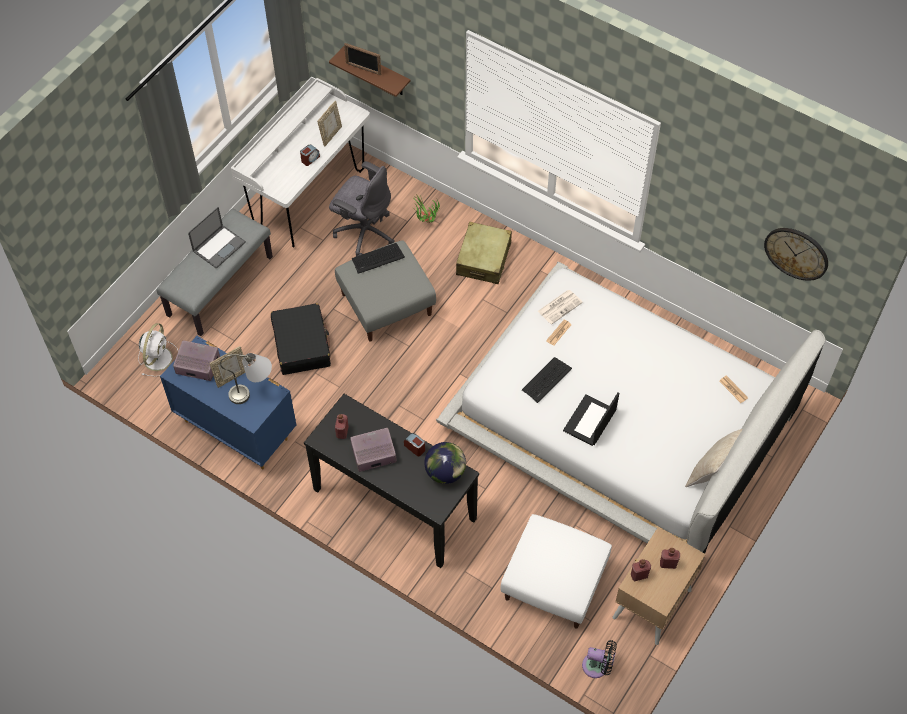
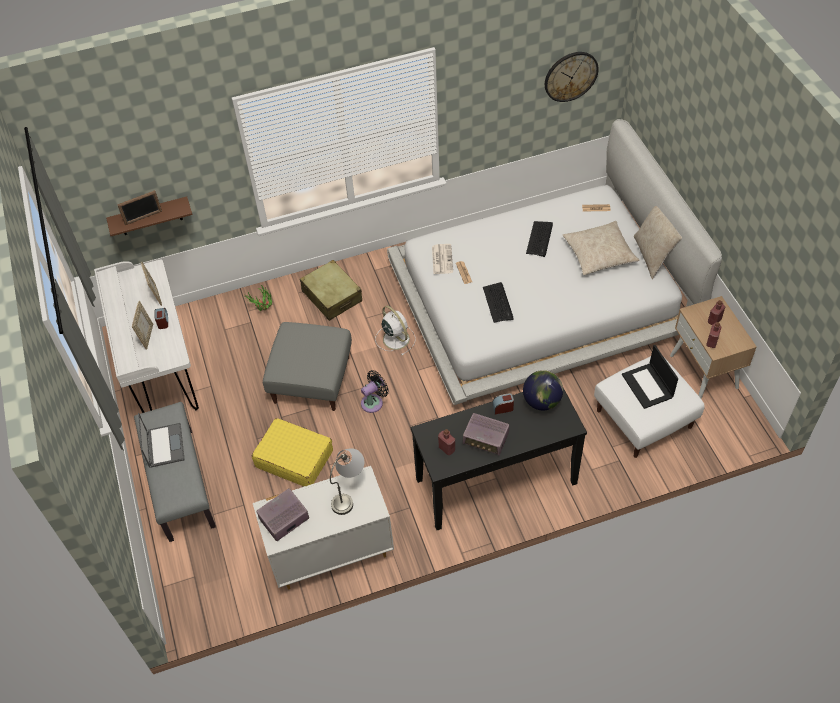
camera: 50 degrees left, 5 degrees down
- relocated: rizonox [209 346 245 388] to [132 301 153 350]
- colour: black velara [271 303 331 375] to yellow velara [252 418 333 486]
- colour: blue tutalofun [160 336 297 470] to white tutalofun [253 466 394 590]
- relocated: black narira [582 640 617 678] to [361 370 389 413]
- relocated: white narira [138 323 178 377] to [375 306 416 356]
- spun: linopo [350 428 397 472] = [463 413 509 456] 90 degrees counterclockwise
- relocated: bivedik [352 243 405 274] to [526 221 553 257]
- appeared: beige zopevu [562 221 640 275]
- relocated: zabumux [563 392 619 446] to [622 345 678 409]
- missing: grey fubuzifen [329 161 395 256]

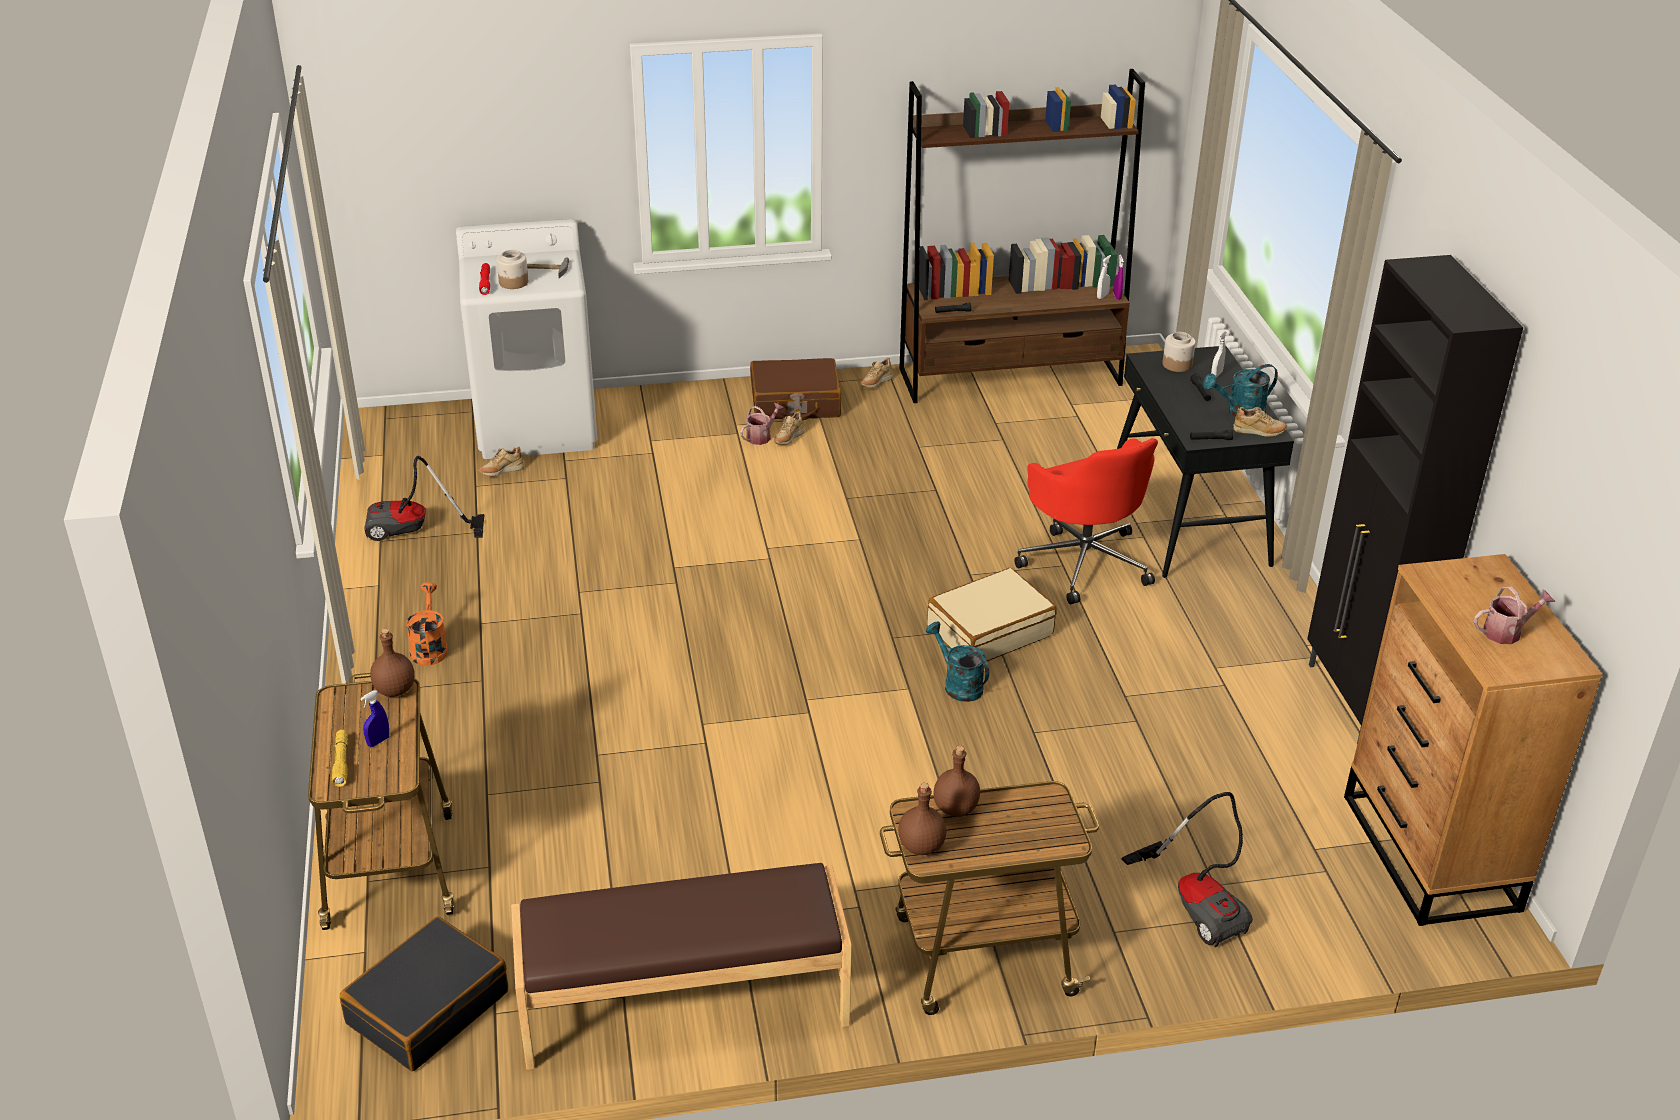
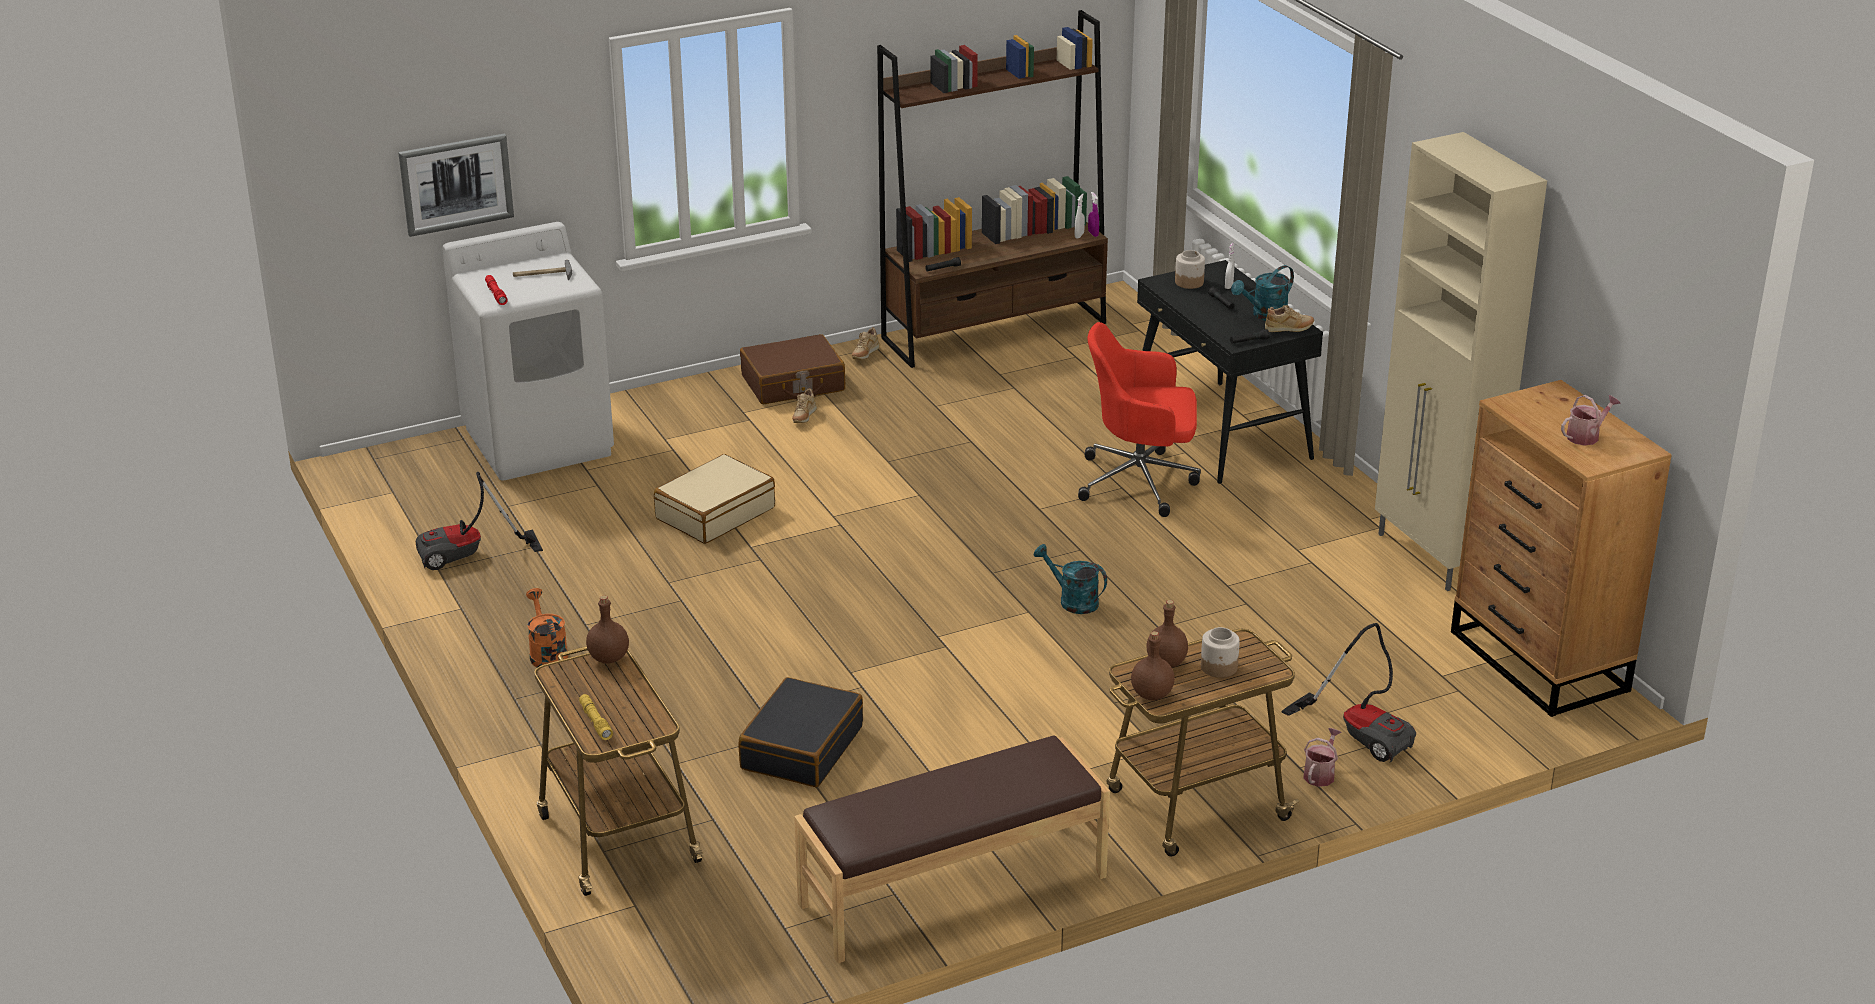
camera: 15 degrees left, 5 degrees down
- appeared: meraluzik [398 134 514 237]
- relocated: beige velara [927 568 1057 661] to [654 454 775 544]
- relocated: black velara [340 916 508 1071] to [738 677 863 787]
- spun: red fubuzifen [1014 438 1158 604] = [1078 322 1201 517] 135 degrees clockwise
- relocated: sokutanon [497 250 528 289] to [1201 627 1240 678]
- relocated: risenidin [740 403 783 445] to [1303 728 1341 787]
- colour: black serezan [1307 255 1523 743] to beige serezan [1375 132 1547 591]
- missing: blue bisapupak [361 691 389 747]
- missing: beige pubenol [479 446 524 476]

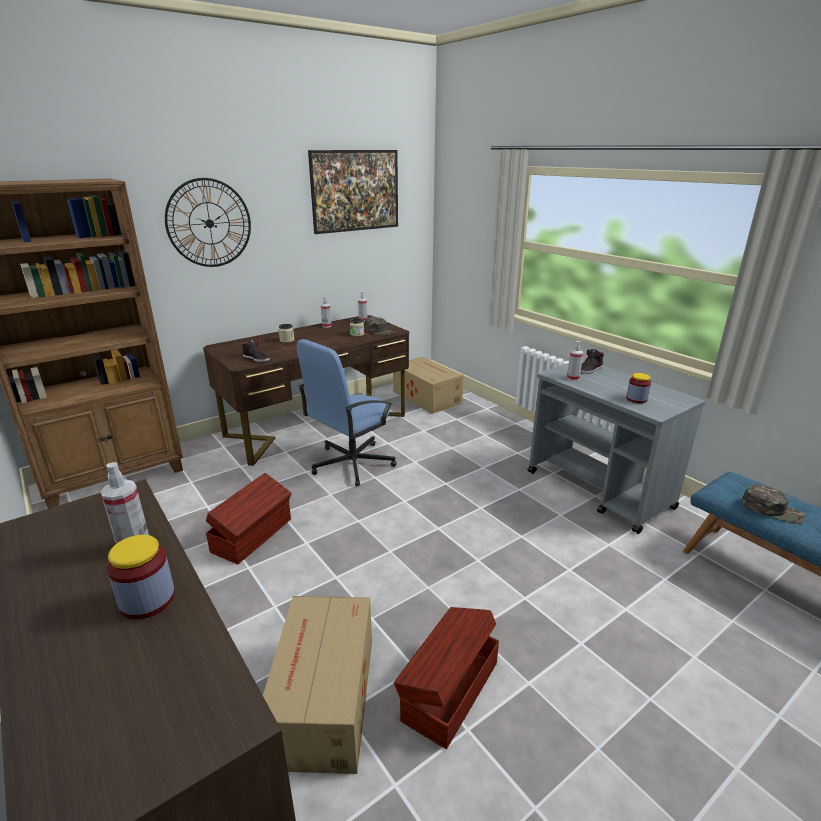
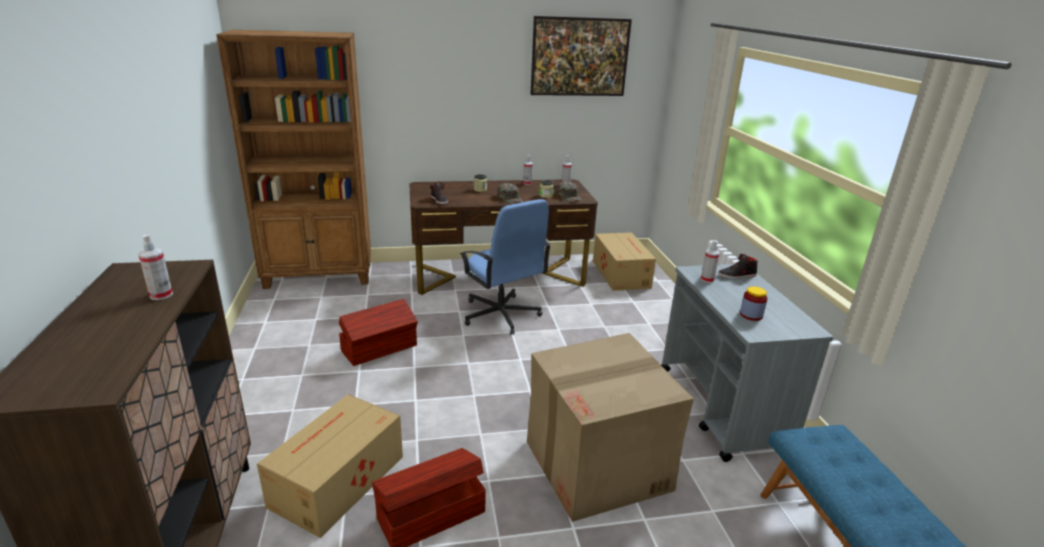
camera: 25 degrees right, 0 degrees up
- spun: blue fubuzifen [297 339 397 486] = [460 199 551 335] 105 degrees counterclockwise
- relocated: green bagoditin [742 485 806 524] to [497 183 524 204]
- appeared: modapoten [527 333 694 522]
- missing: sokutanon [107 535 175 619]
- missing: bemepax [165 178 251 267]

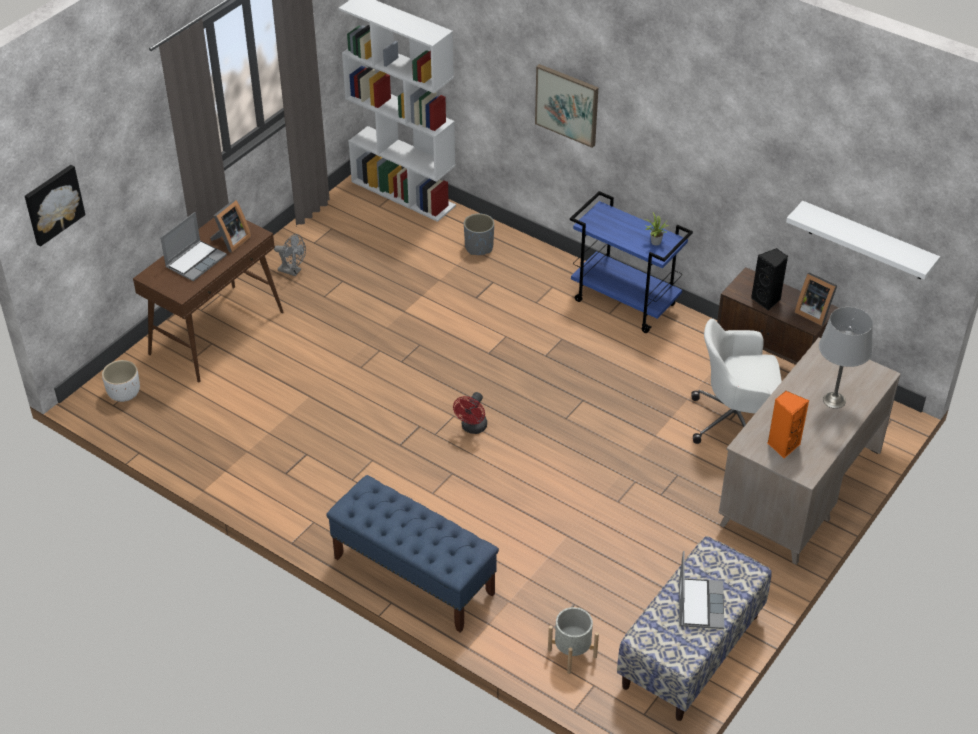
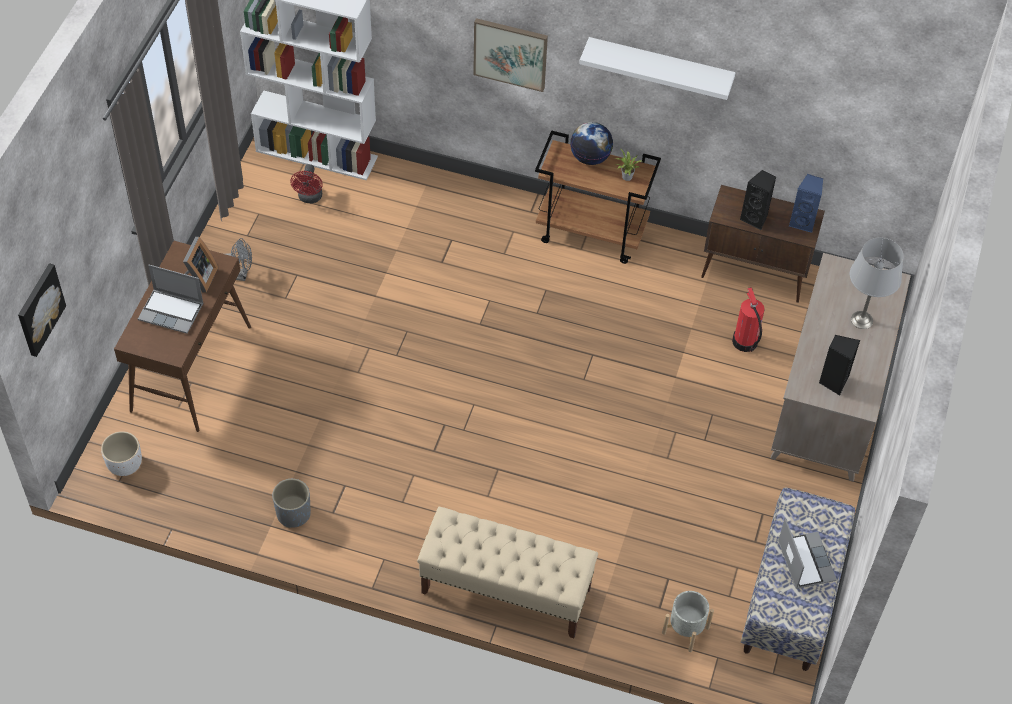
camera: 20 degrees left, 10 degrees up
- spun: zabumux [160 212 227 281] = [138 265 203 334] 90 degrees clockwise
- relocated: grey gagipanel [464 213 494 255] to [272 479 311 528]
- relocated: red narira [453 392 487 434] to [290 164 323 203]
- colour: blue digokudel [326 475 499 633] to beige digokudel [417 507 598 638]
- colour: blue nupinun [570 191 693 333] to brown nupinun [535 130 661 264]
- appeared: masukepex [570 122 613 165]
- relocated: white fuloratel [786 201 940 280] to [579 37 736 100]
- exchanged: white fubuzifen [691 319 782 444] to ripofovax [732 287 765 352]
- exchanged: rizonox [794 272 837 326] to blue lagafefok [789 174 823 233]
- colour: orange lagafefok [768 391 809 459] to black lagafefok [819 335 860 396]

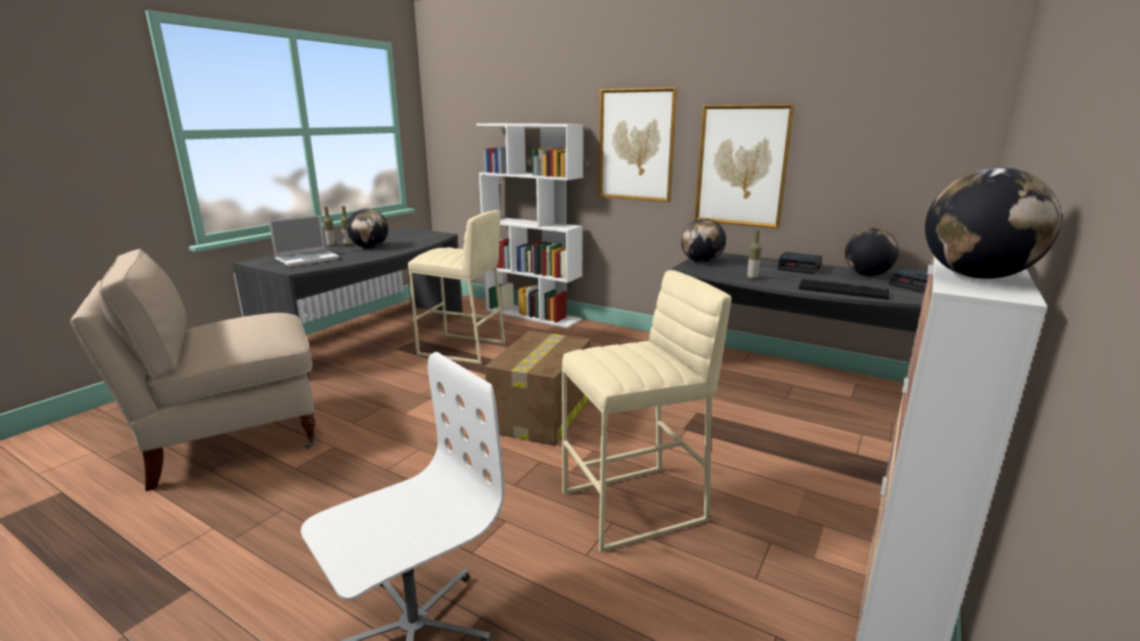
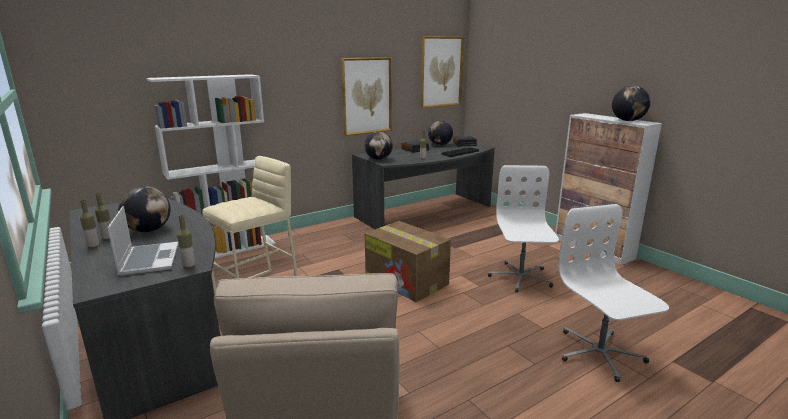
camera: 65 degrees left, 0 degrees up
- appeared: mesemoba [177 215 195 268]
- relocated: meraluzik [598 87 677 202] to [421 36 464 108]
- exchanged: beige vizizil [562 270 731 553] to white fubuzifen [488 165 559 292]

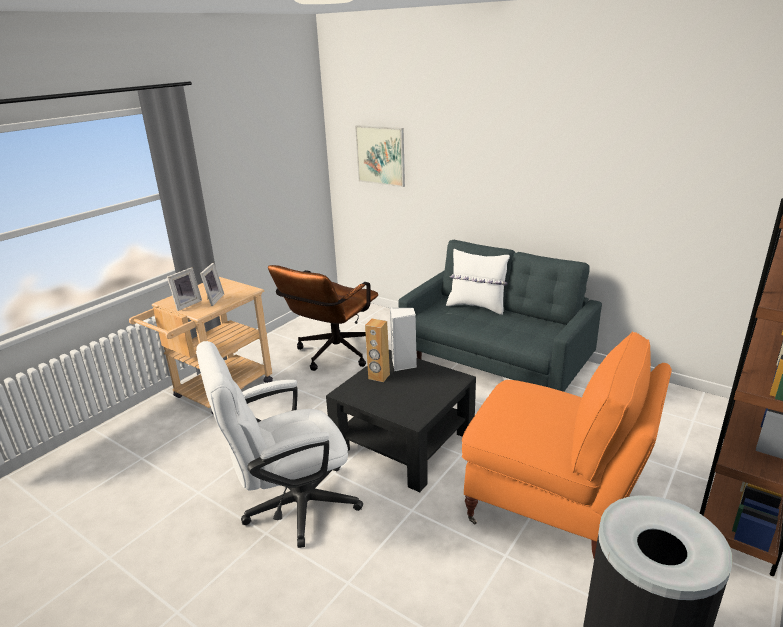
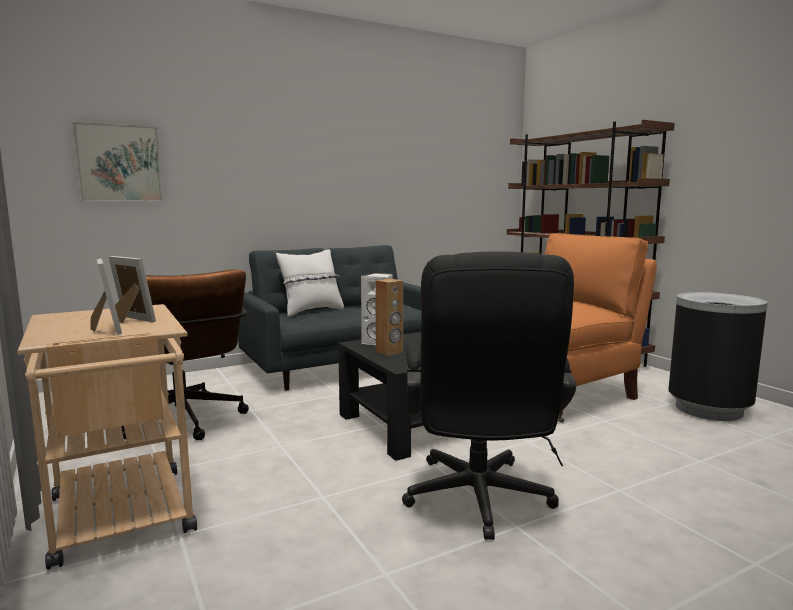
camera: 65 degrees left, 15 degrees down
- colour: white fubuzifen [196 341 363 548] to black fubuzifen [402 251 576 540]

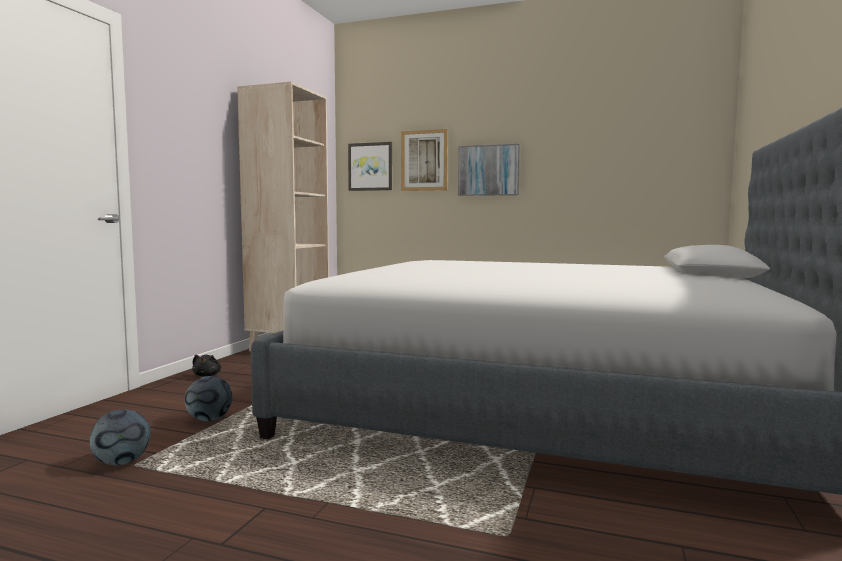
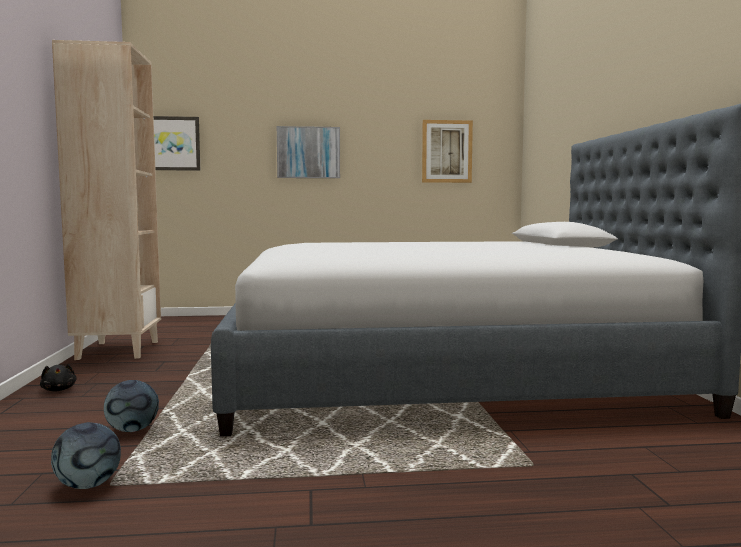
camera: 25 degrees left, 0 degrees up
- relocated: meraluzik [401 129 448 191] to [422 120 473 183]

